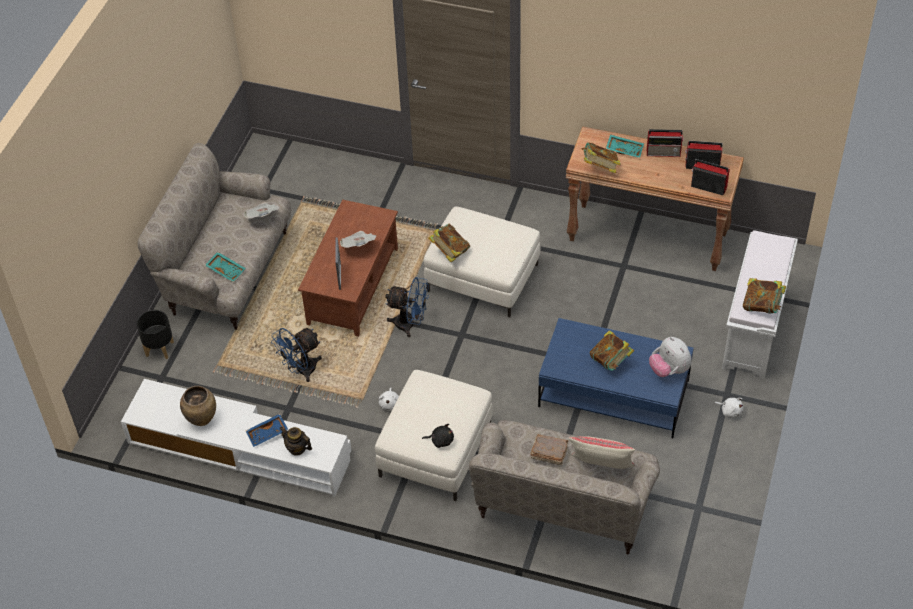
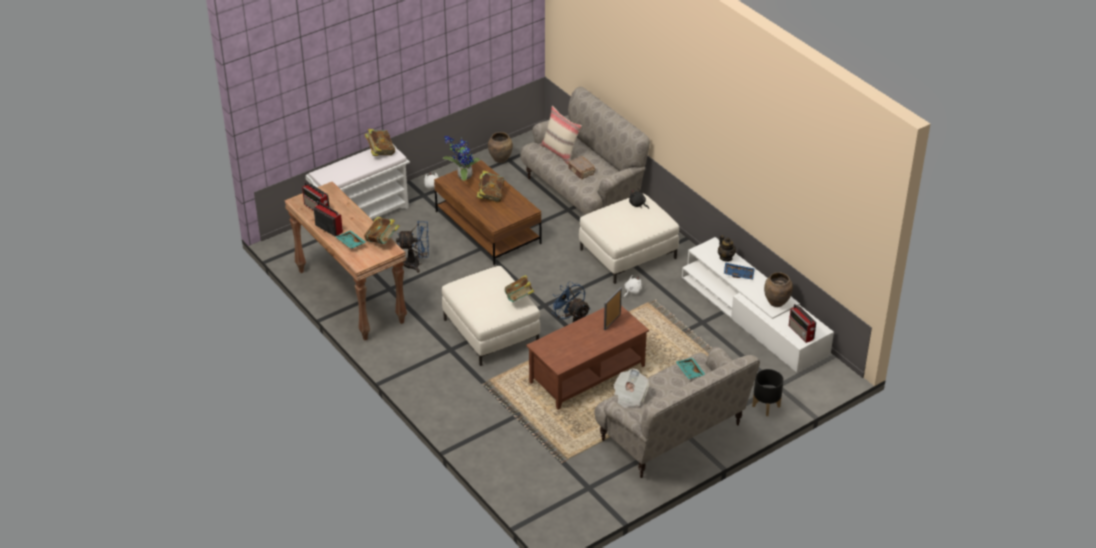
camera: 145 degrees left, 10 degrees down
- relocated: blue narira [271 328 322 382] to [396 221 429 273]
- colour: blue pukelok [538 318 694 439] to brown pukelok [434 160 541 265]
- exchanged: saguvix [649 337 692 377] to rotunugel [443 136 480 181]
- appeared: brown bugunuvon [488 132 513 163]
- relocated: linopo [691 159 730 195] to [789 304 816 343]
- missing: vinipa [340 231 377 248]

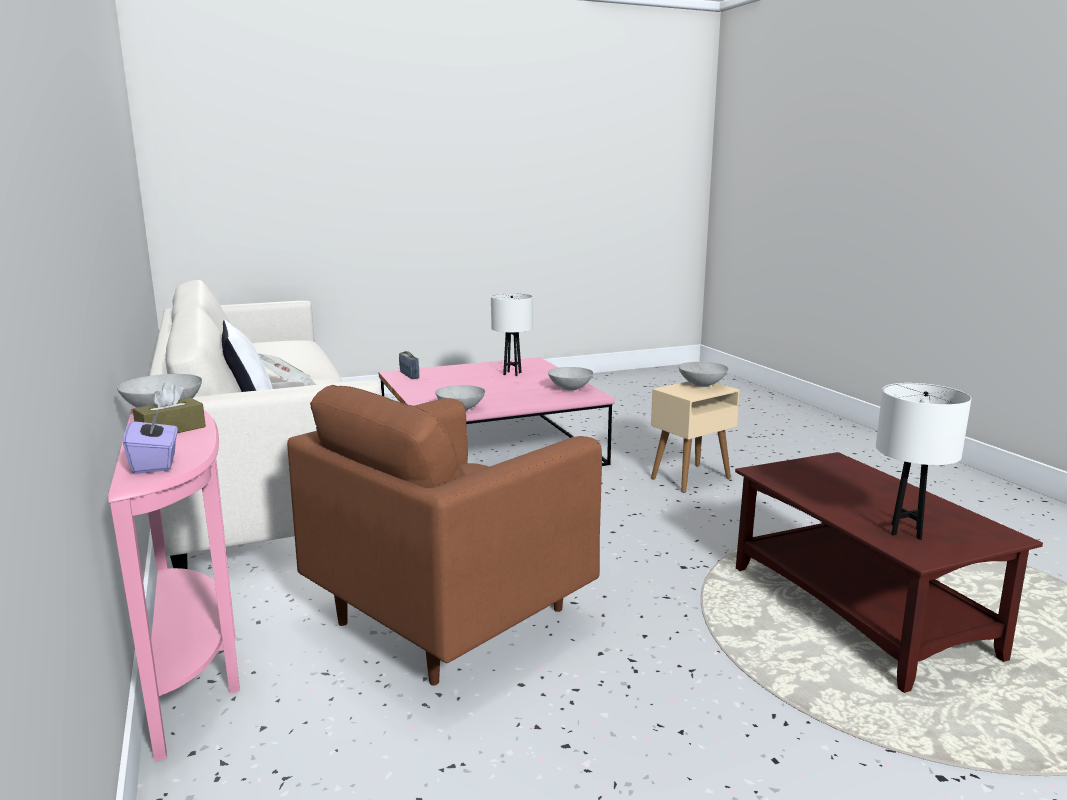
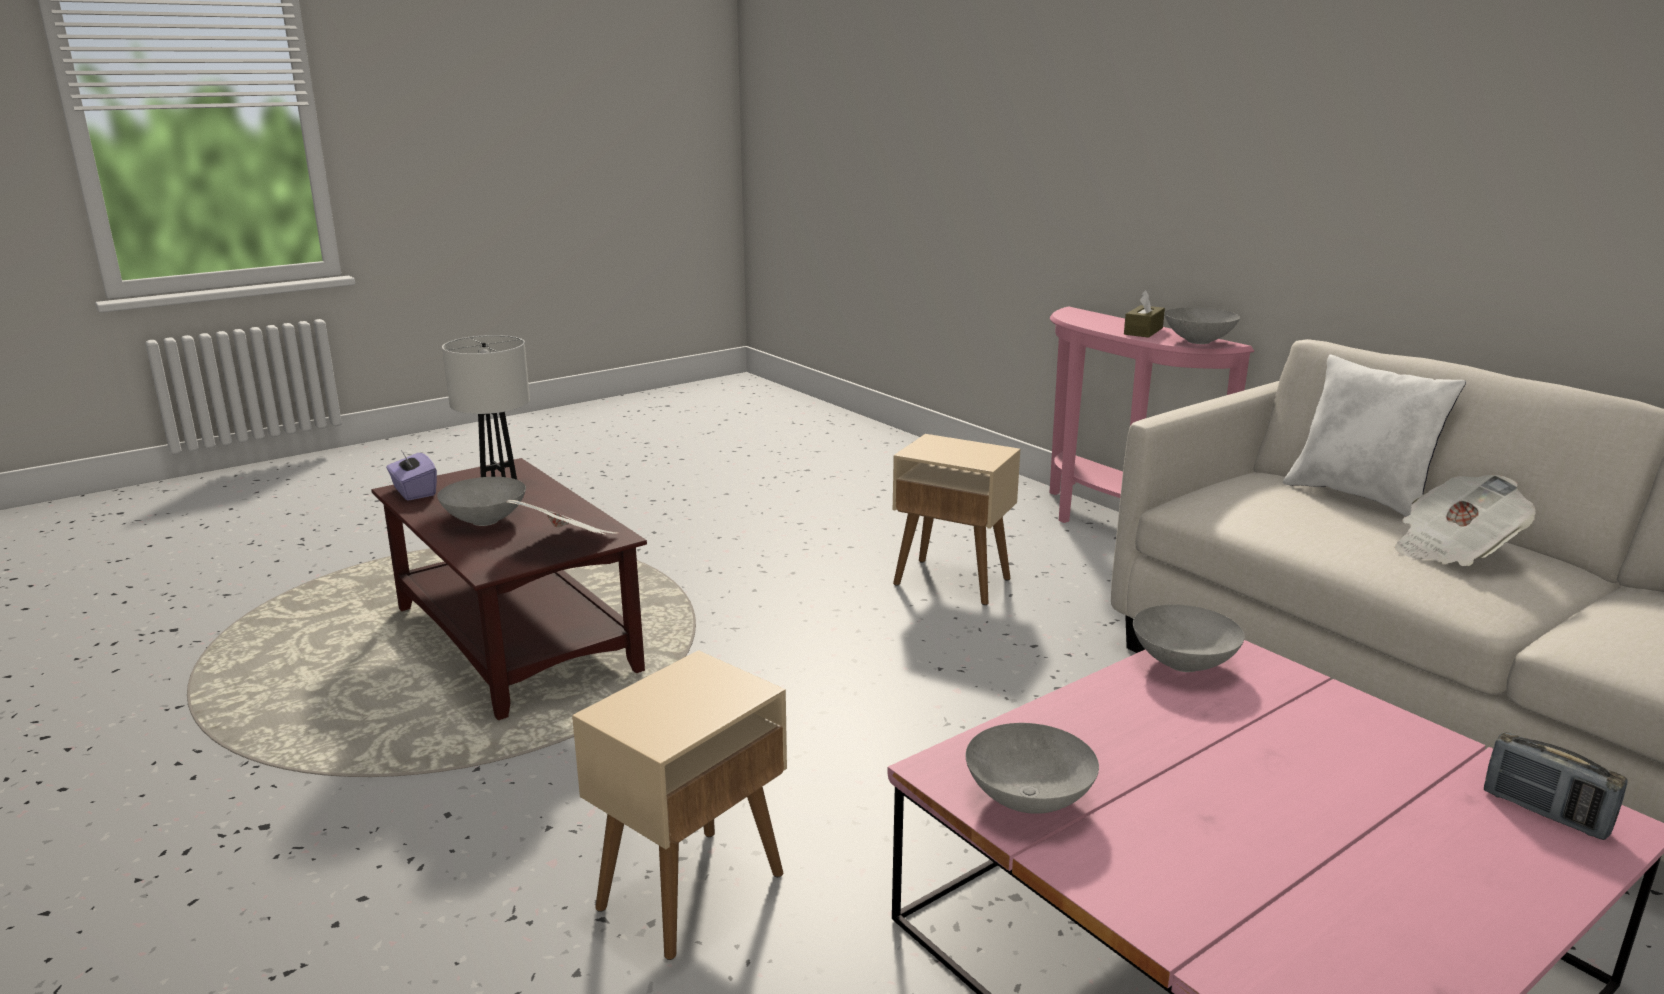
camera: 165 degrees right, 5 degrees up
- relocated: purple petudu [123 410 178 474] to [386 450 437 501]
- relocated: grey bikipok [678 362 728 387] to [437 477 526 526]
- appeared: vinipa [503 500 618 534]
- exchanged: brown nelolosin [287 385 602 686] to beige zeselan [893 434 1020 605]
- missing: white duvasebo [491 293 533 376]

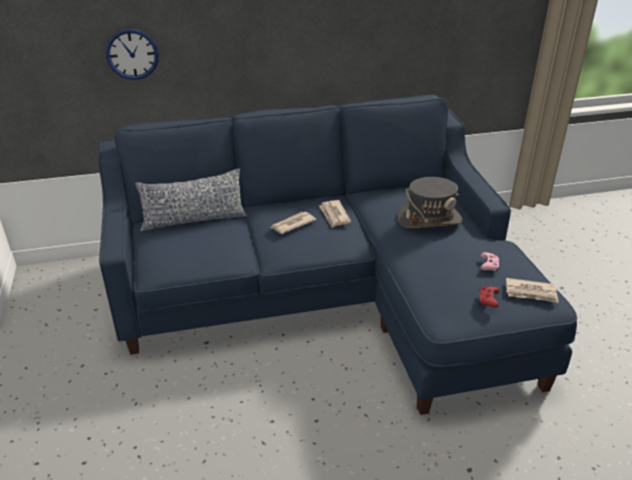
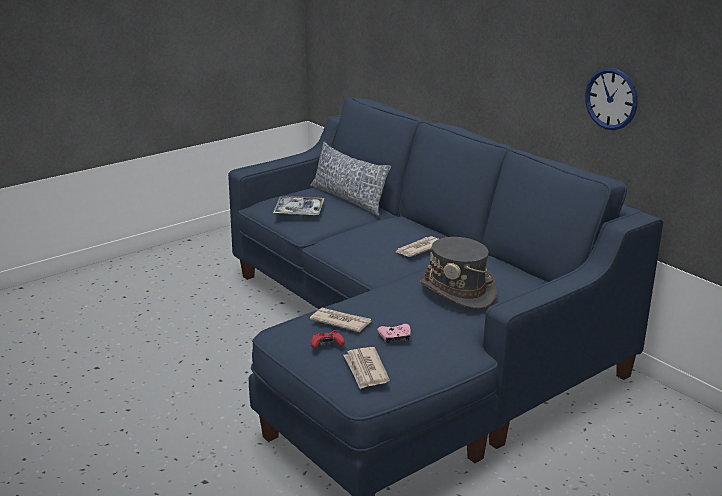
camera: 65 degrees right, 10 degrees down
- appeared: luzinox [273 196 324 216]
- relocated: vinipa [270 212 316 234] to [310 308 372 332]
- relocated: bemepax [106 29 159 80] to [585 68 638 130]

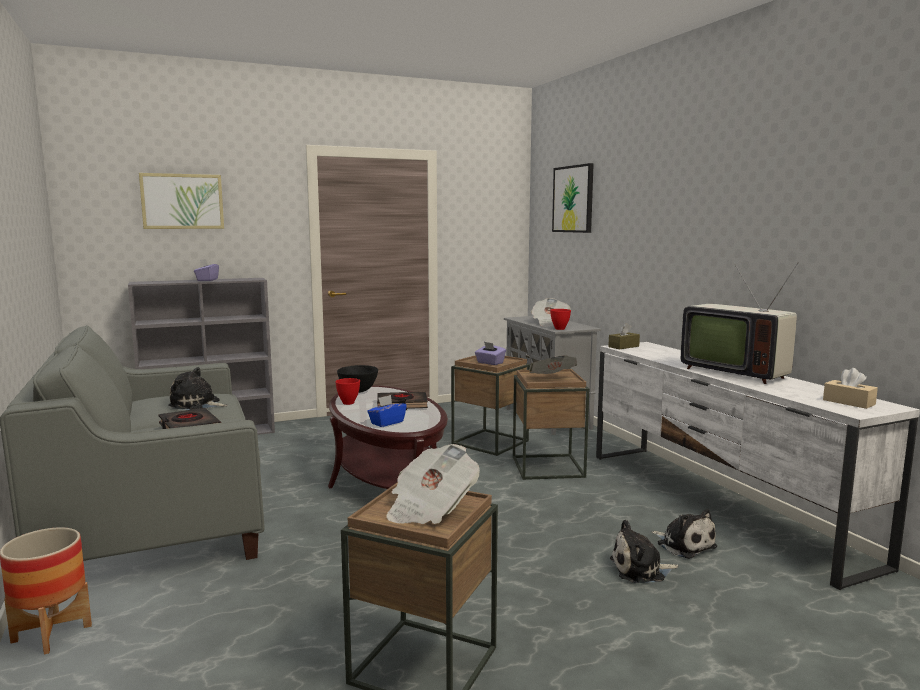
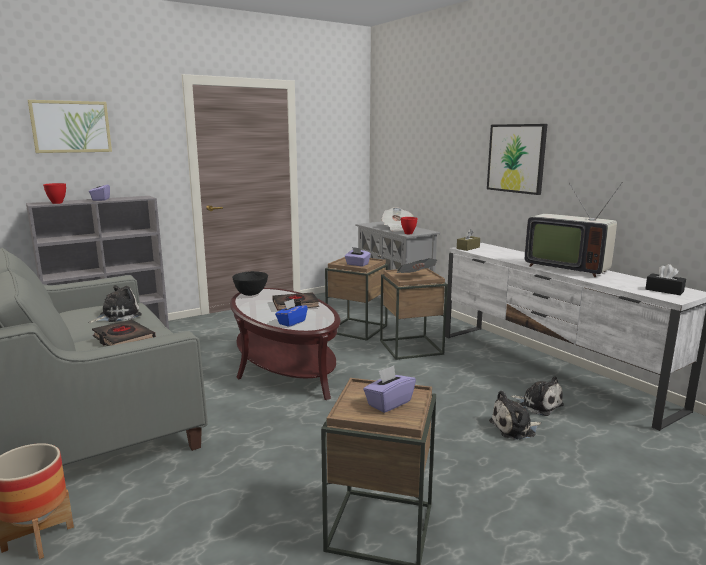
camera: 10 degrees left, 5 degrees up
- relocated: red bikipok [336 378 360 405] to [43 183 66 204]
- spun: saguvix [168 367 228 410] = [89 285 142 323] 135 degrees clockwise
- exchanged: vinipa [386 444 480 524] to purple petudu [363 365 416 413]
- relocated: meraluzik [552 163 594 233] to [487 124 547 195]
- colour: beige petudu [823 368 878 409] to black petudu [645 264 686 295]

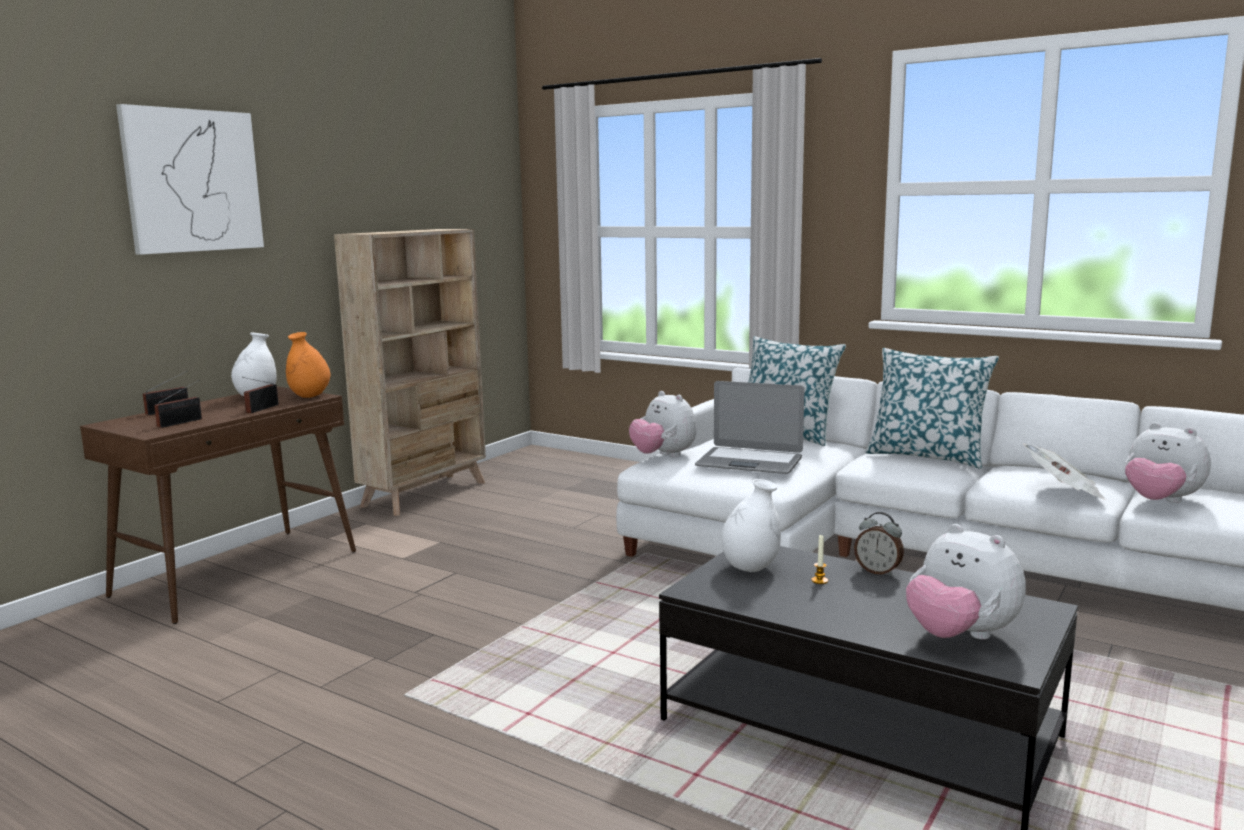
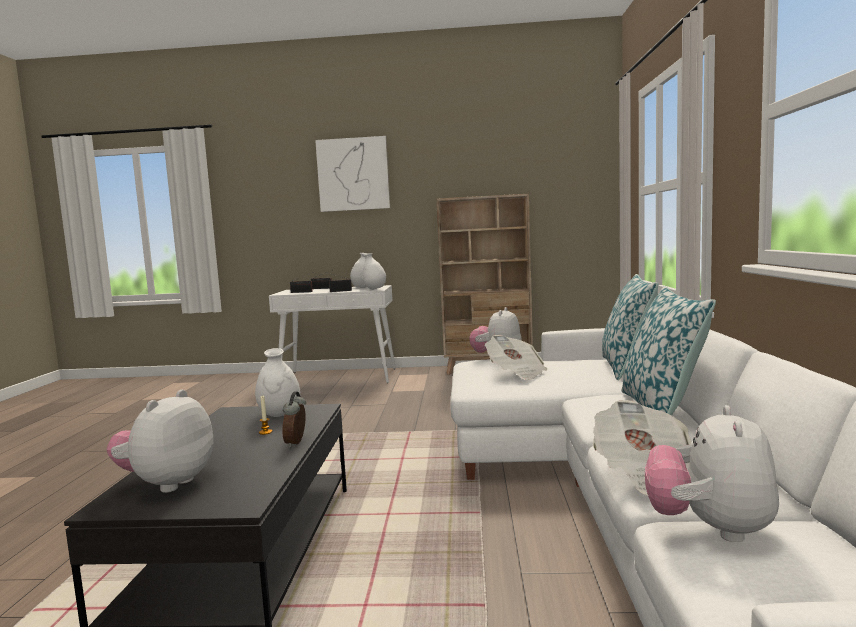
camera: 60 degrees right, 5 degrees down
- colour: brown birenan [80 386 356 624] to white birenan [269 285 396 383]
- colour: orange bugunuvon [286 332 330 398] to white bugunuvon [362 253 386 290]
- exchanged: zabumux [695 381 805 474] to vinipa [485 335 547 380]

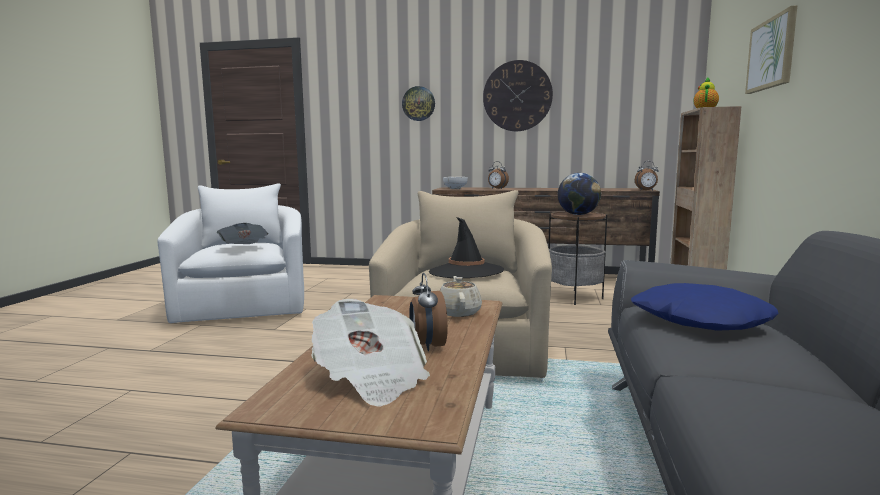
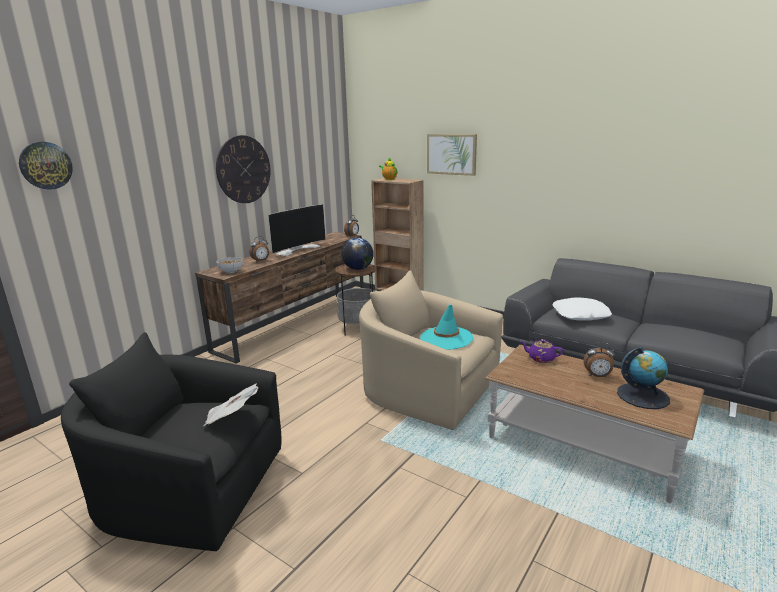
camera: 65 degrees left, 10 degrees up
- relocated: bemepax [402 86 435 121] to [19 142 73 190]
- colour: white nelolosin [157 183 304 323] to black nelolosin [61 332 281 551]
- appeared: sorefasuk [268 204 326 256]
- colour: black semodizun [429 217 504 278] to turquoise semodizun [420 305 473 350]
- colour: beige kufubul [439 276 482 317] to purple kufubul [520 339 564 363]
- colour: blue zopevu [631 283 779 331] to white zopevu [552 298 612 321]
- exchanged: vinipa [311 299 430 407] to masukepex [617 347 670 409]

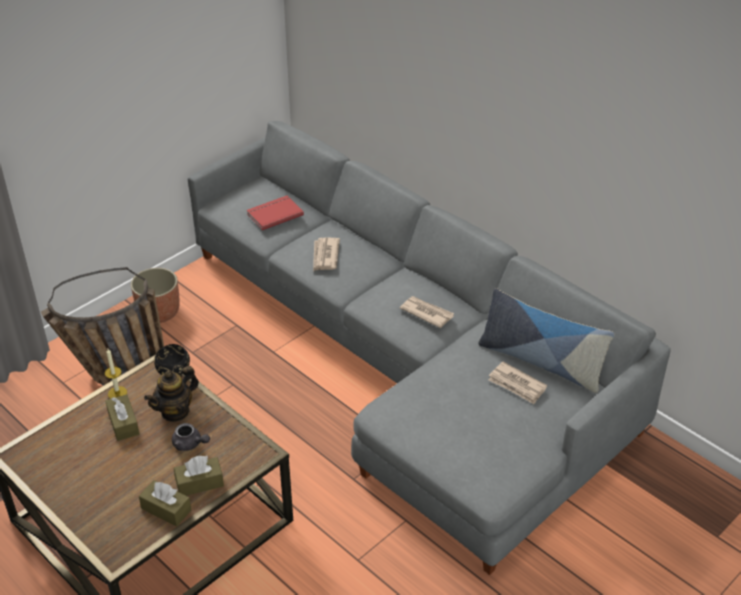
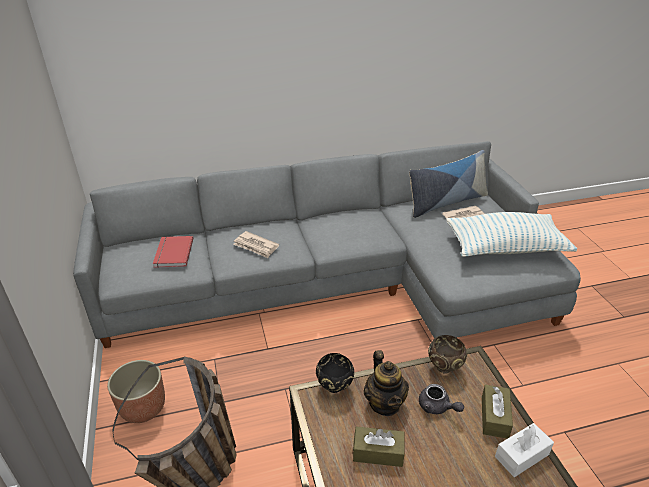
camera: 60 degrees left, 5 degrees down
- spun: grey kufubul [172 423 210 451] = [419 384 464 414] 75 degrees clockwise
- appeared: brown bikipok [428 335 467 374]
- appeared: zopevu [447 212 577 257]
- colour: brown petudu [139 480 192 527] to white petudu [495 423 554 477]
- missing: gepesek [105 349 127 399]
- missing: vinipa [400 296 454 328]

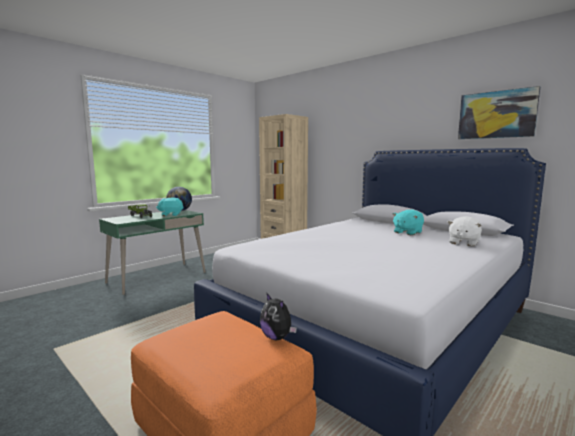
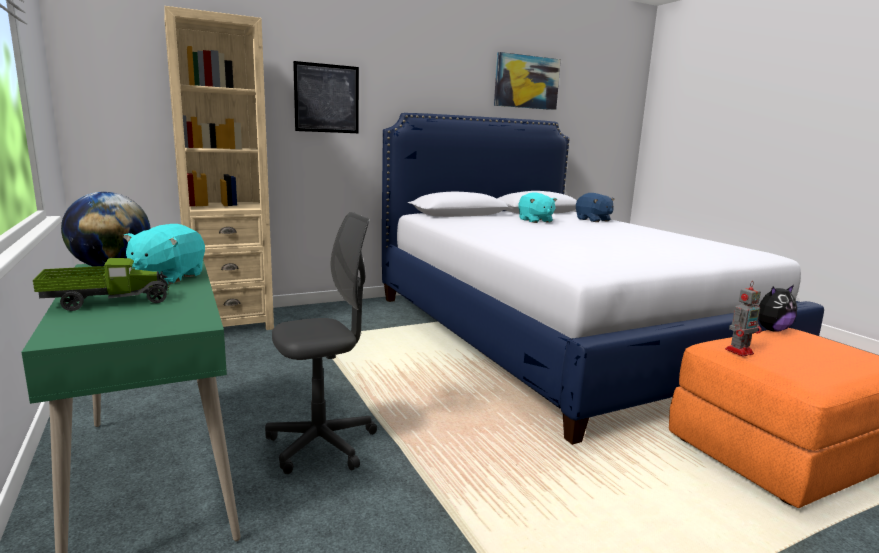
camera: 70 degrees left, 5 degrees up
- appeared: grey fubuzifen [265 212 377 474]
- appeared: meraluzik [293 61 359 133]
- colour: white saguvix [448 216 482 246] to blue saguvix [576 193 614 222]
- appeared: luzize [725 282 762 357]

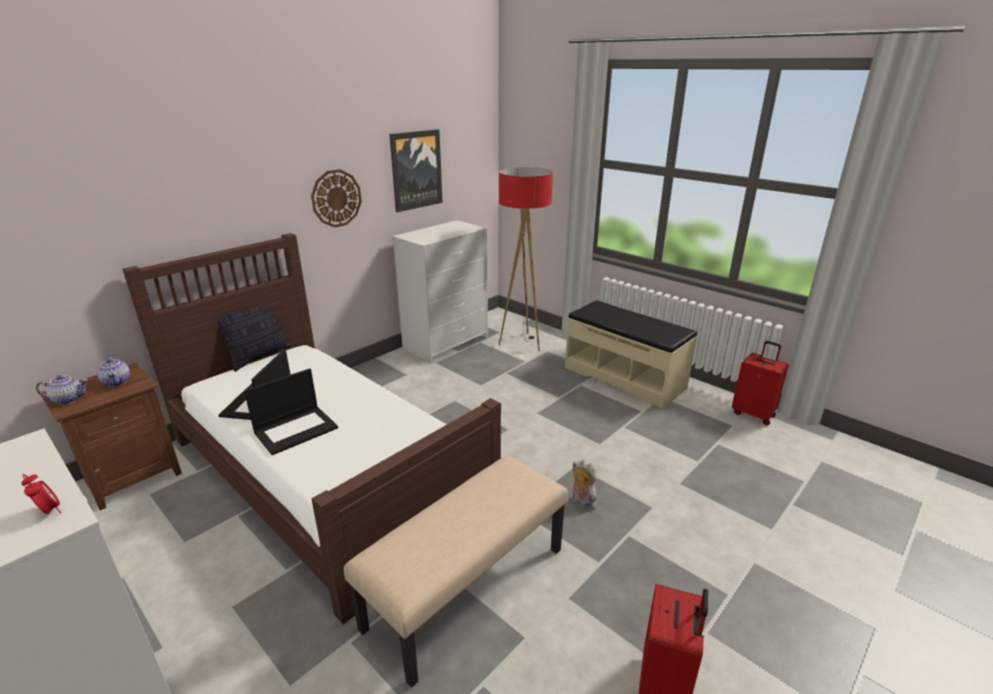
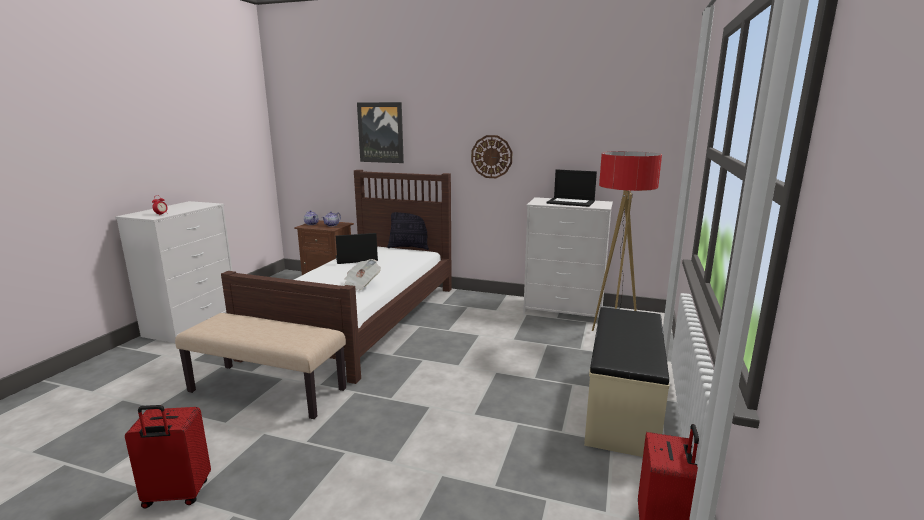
camera: 65 degrees right, 10 degrees down
- appeared: vinipa [343 259 381 291]
- relocated: meraluzik [390 129 443 212] to [357 102 404 163]
- relocated: zabumux [244 368 338 455] to [546 169 597 207]
- missing: saguvix [572 460 597 511]

